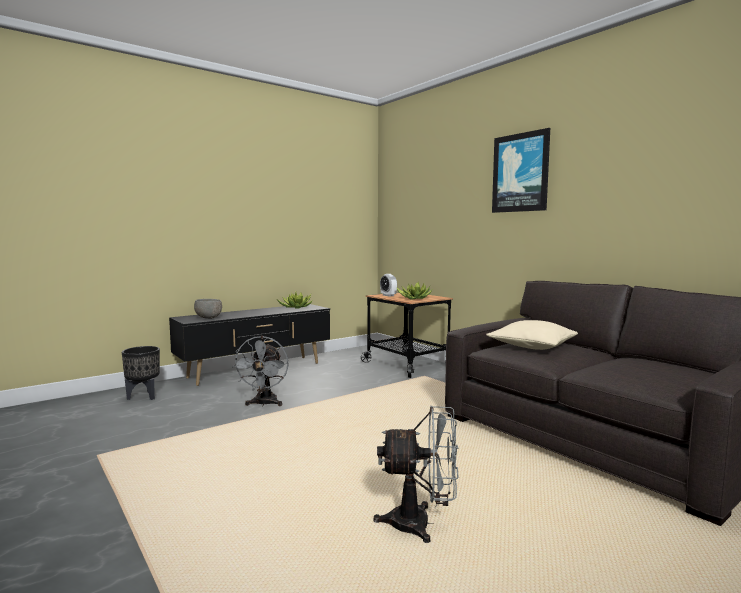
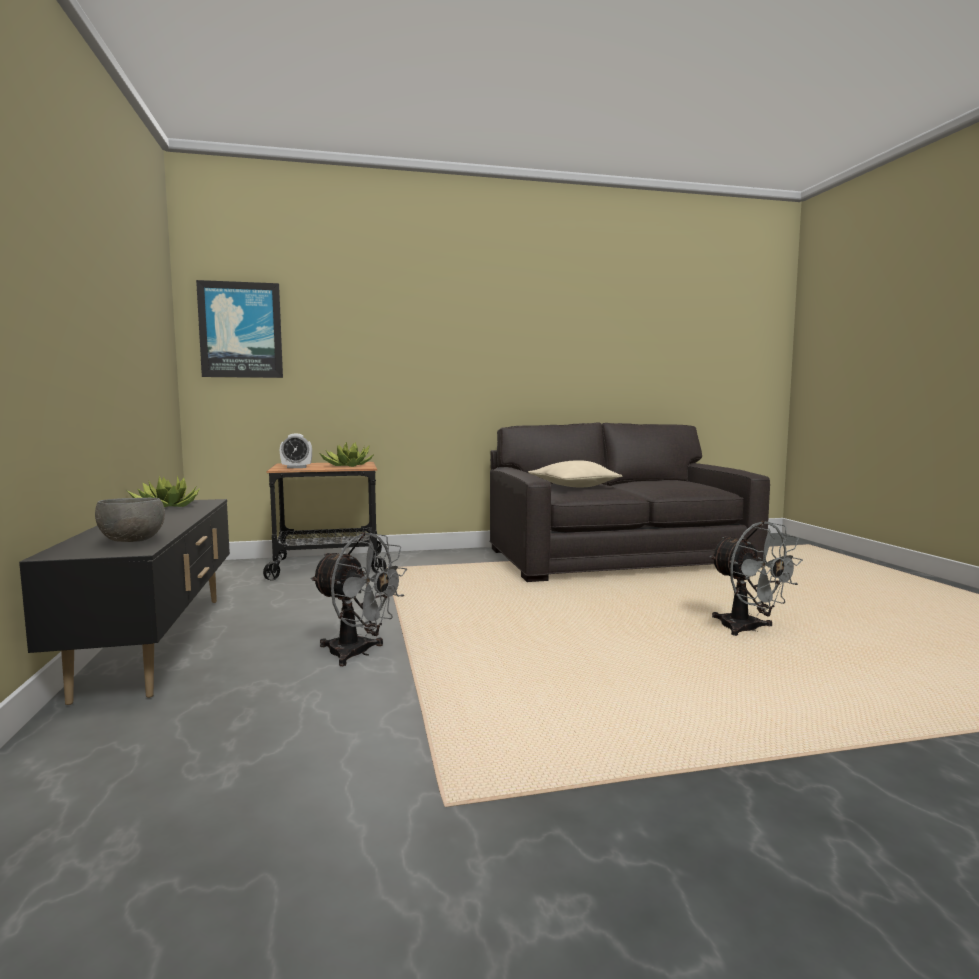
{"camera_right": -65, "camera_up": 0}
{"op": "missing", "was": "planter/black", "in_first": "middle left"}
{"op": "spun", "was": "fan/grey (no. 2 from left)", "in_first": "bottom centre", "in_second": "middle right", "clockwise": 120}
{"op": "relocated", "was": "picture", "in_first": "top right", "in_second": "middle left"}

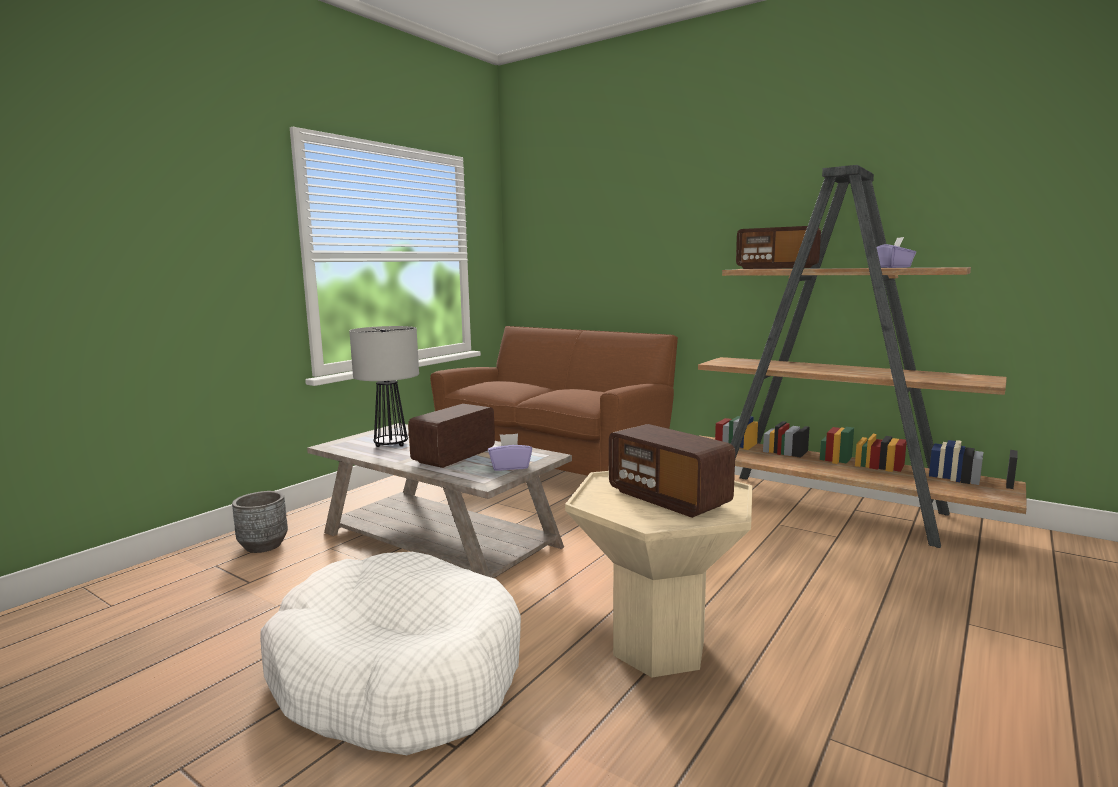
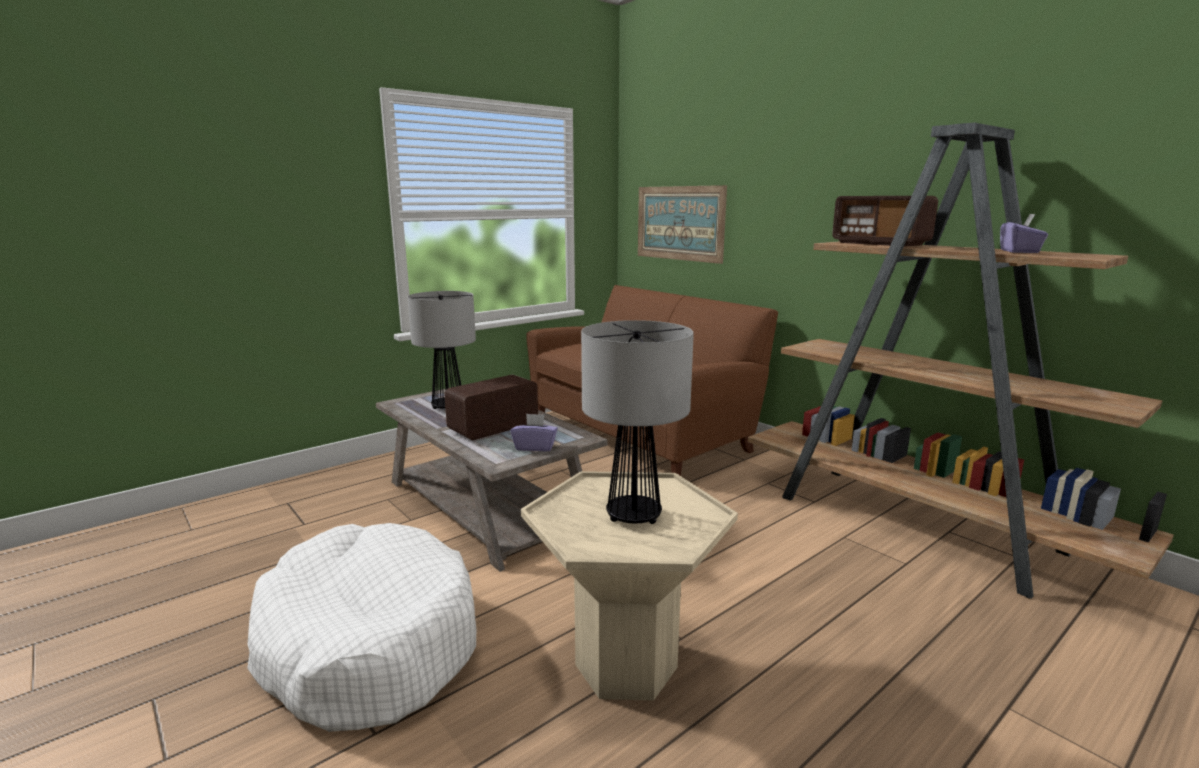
{"camera_right": 15, "camera_up": 5}
{"op": "missing", "was": "planter/grey", "in_first": "middle left"}
{"op": "exchanged", "was": "radio (no. 2 from left)", "now": "table lamp (no. 2 from left)", "in_first": "centre", "in_second": "centre"}
{"op": "appeared", "now": "picture", "in_second": "top centre"}

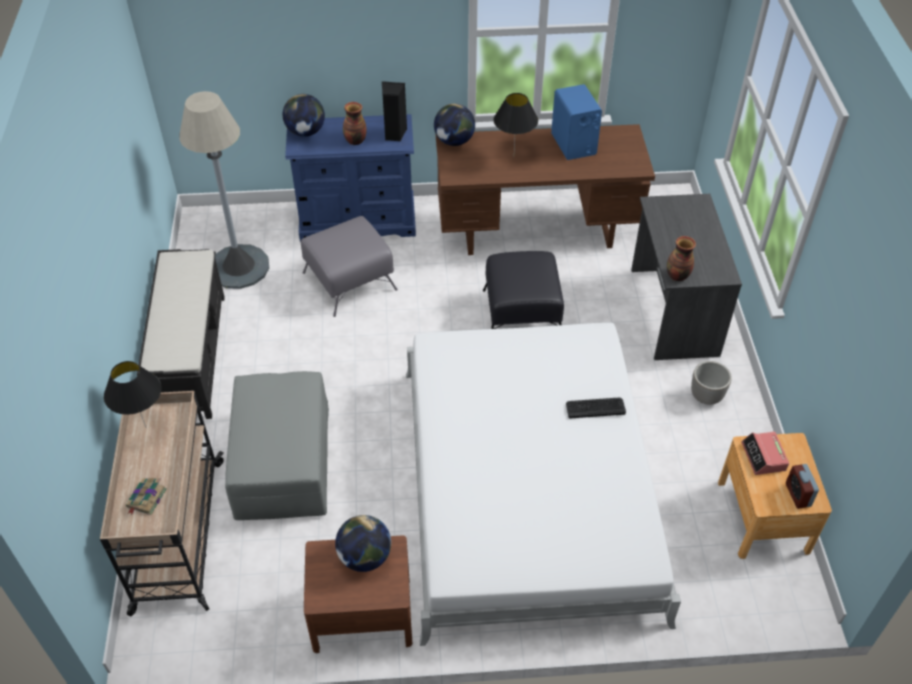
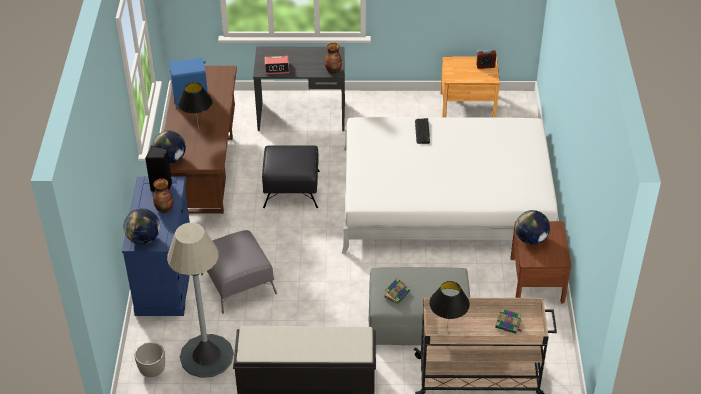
{"camera_right": -85, "camera_up": -5}
{"op": "relocated", "was": "planter", "in_first": "middle right", "in_second": "bottom left"}
{"op": "relocated", "was": "alarm clock (no. 1 from left)", "in_first": "middle right", "in_second": "top centre"}
{"op": "appeared", "now": "book (no. 1 from left)", "in_second": "bottom centre"}

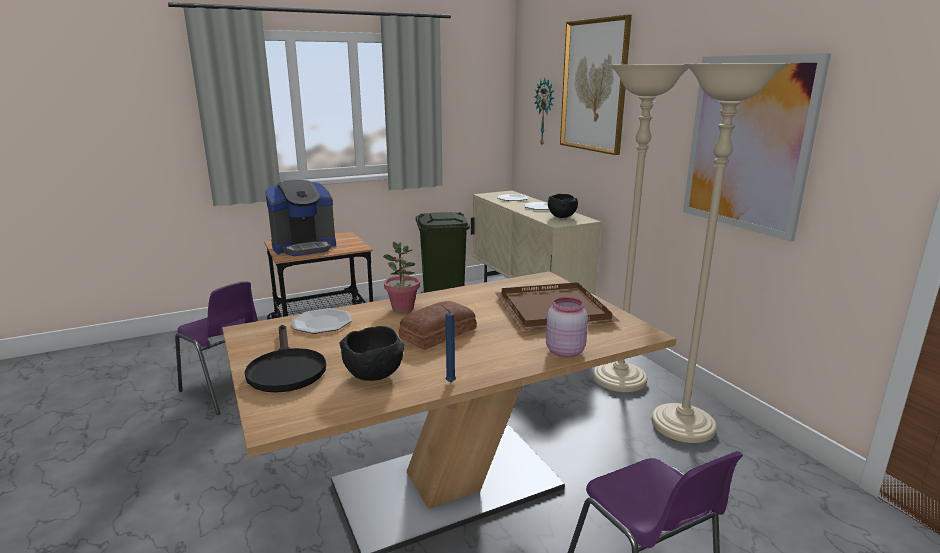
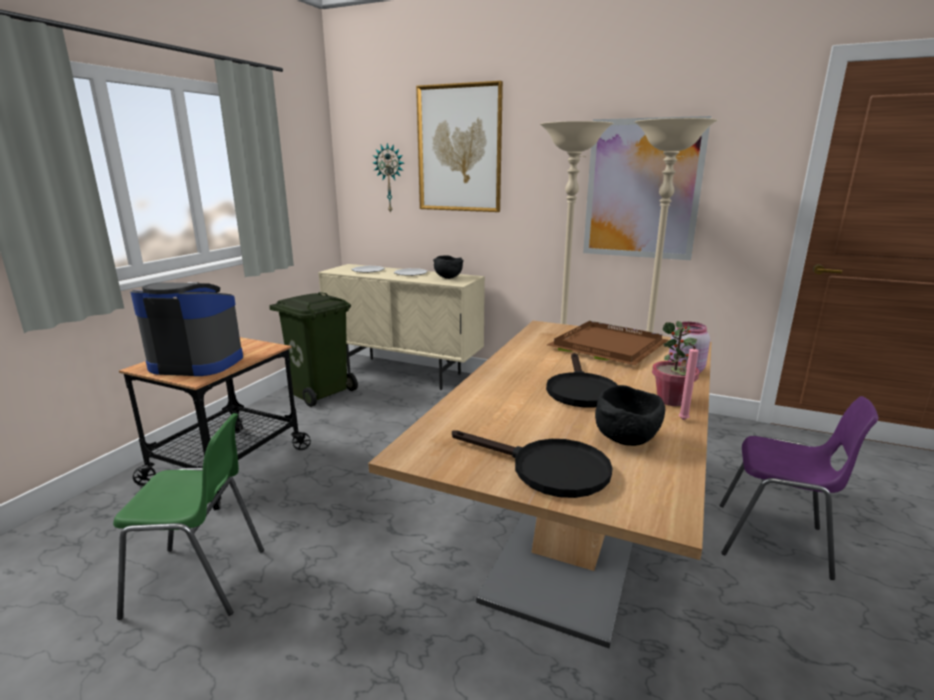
{"camera_right": -40, "camera_up": 0}
{"op": "colour", "was": "chair/purple (no. 1 from left)", "now": "chair/green", "in_first": "middle left", "in_second": "bottom left"}
{"op": "spun", "was": "coffee machine", "in_first": "middle left", "in_second": "middle left", "clockwise": -105}
{"op": "missing", "was": "plate (no. 1 from left)", "in_first": "centre"}
{"op": "relocated", "was": "potted plant", "in_first": "centre", "in_second": "middle right"}
{"op": "exchanged", "was": "bread", "now": "frying pan/black (no. 2 from left)", "in_first": "centre", "in_second": "centre"}
{"op": "colour", "was": "candle/blue", "now": "candle/pink", "in_first": "centre", "in_second": "middle right"}

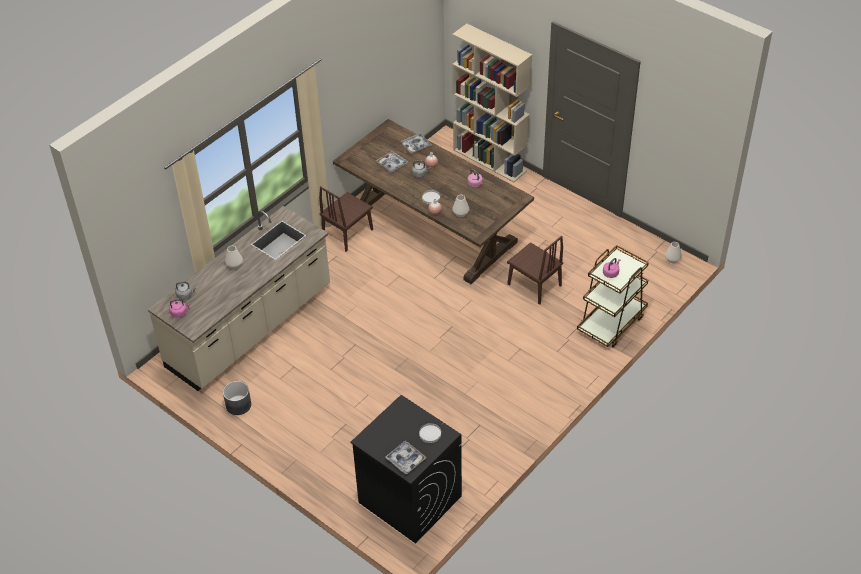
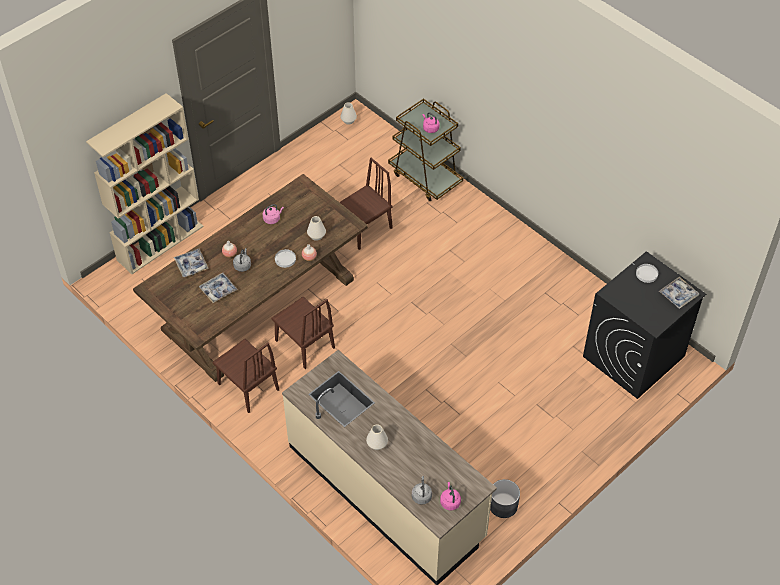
{"camera_right": -85, "camera_up": 5}
{"op": "appeared", "now": "chair/brown (no. 2 from left)", "in_second": "centre"}

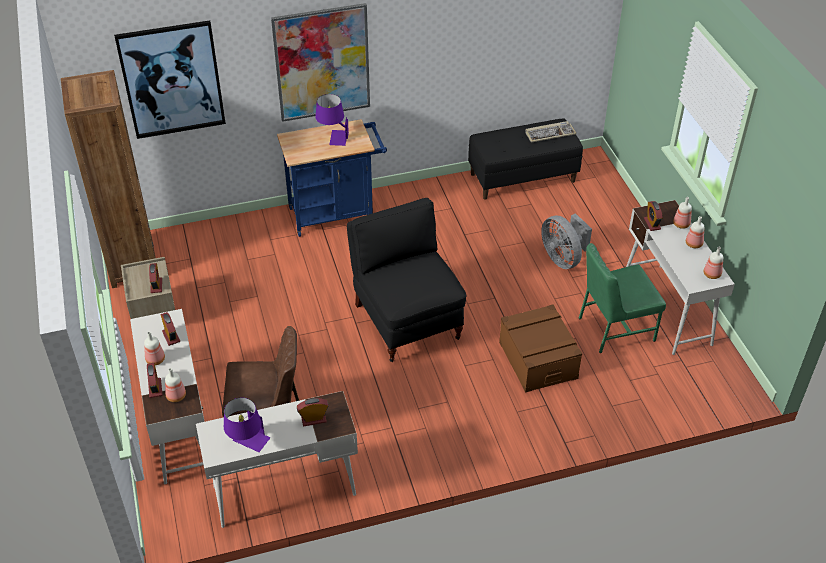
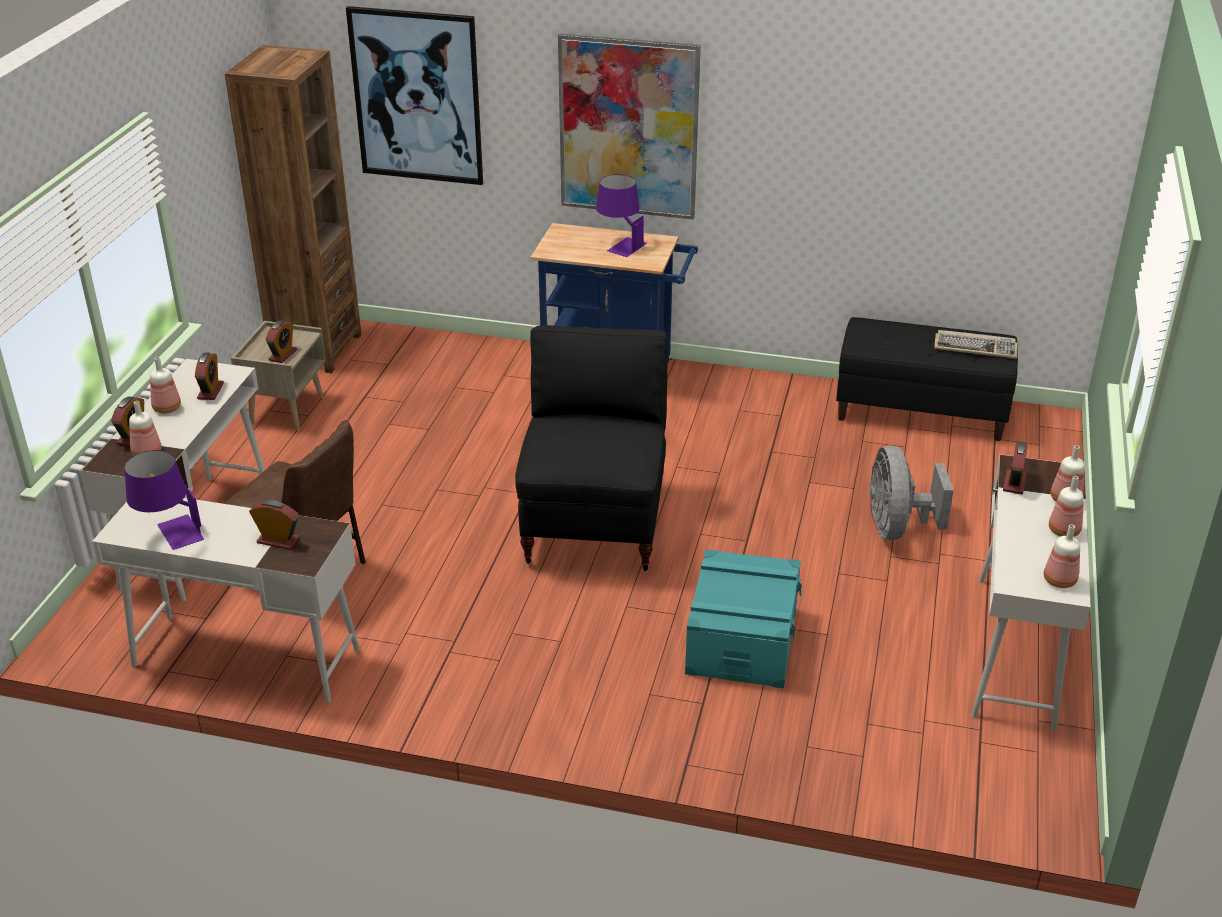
{"camera_right": 30, "camera_up": -10}
{"op": "colour", "was": "storage box/brown", "now": "storage box/turquoise", "in_first": "centre", "in_second": "bottom centre"}
{"op": "missing", "was": "chair/green", "in_first": "middle right"}

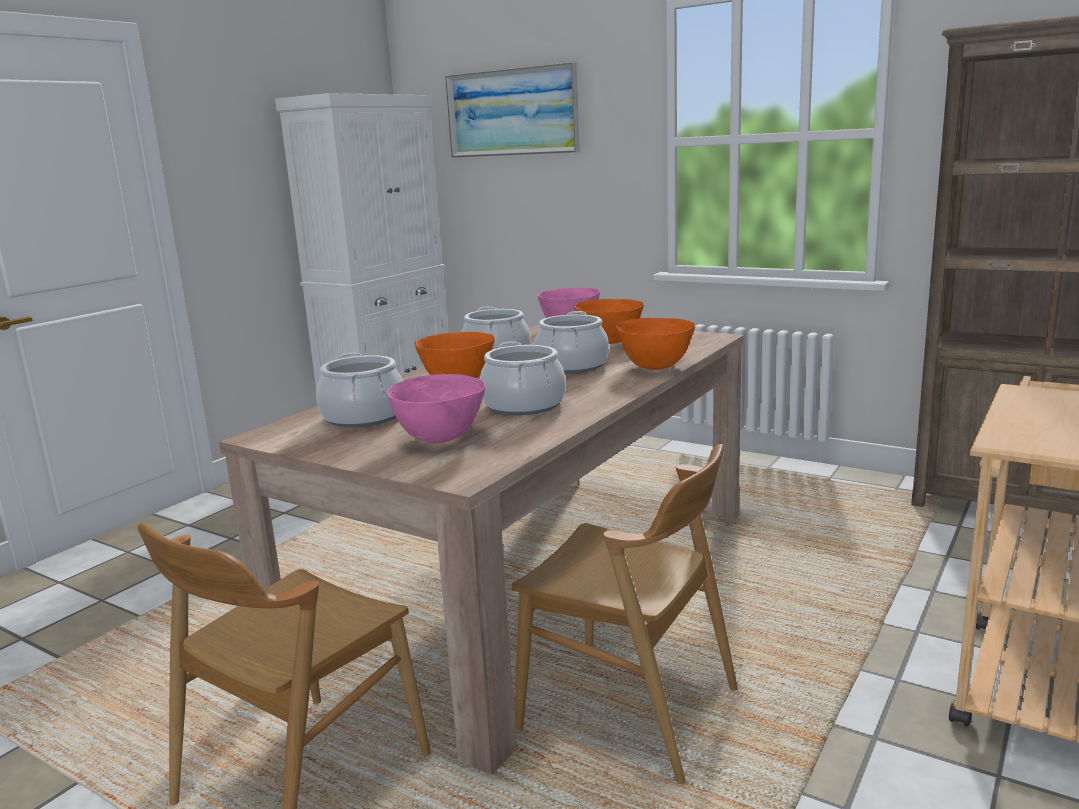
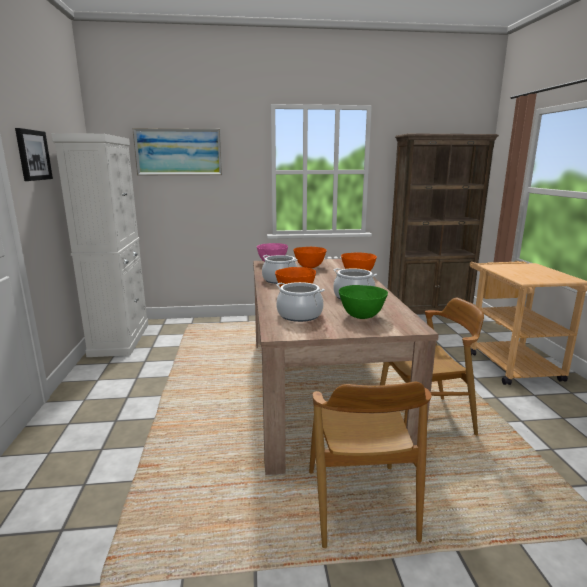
{"camera_right": -40, "camera_up": 0}
{"op": "colour", "was": "bowl/pink (no. 1 from left)", "now": "bowl/green", "in_first": "centre", "in_second": "centre"}
{"op": "missing", "was": "cooking pot (no. 4 from left)", "in_first": "centre"}
{"op": "appeared", "now": "picture (no. 1 from left)", "in_second": "top left"}

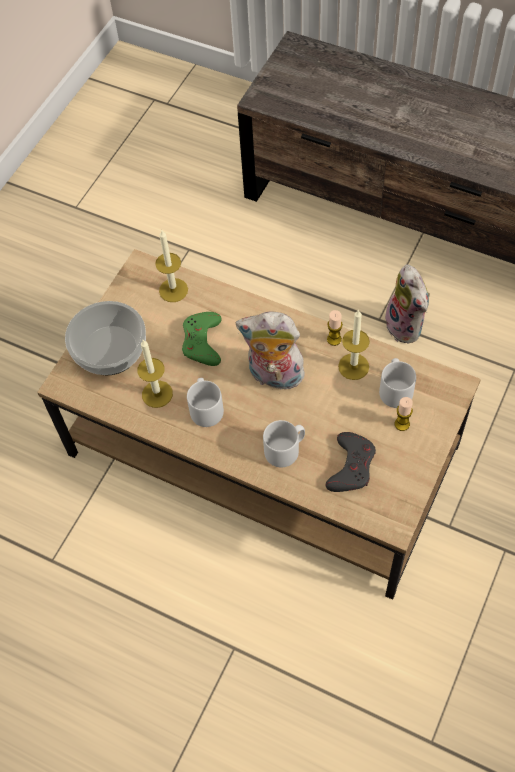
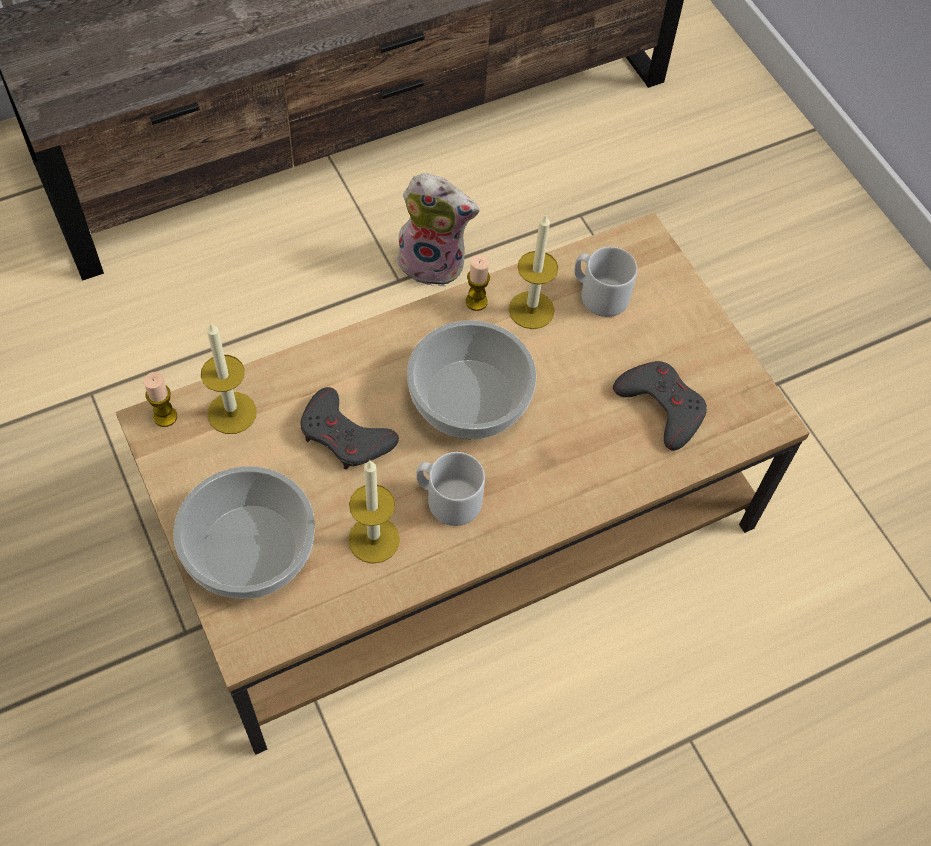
{"camera_right": -60, "camera_up": 0}
{"op": "colour", "was": "game controller/green", "now": "game controller/grey (no. 1 from left)", "in_first": "centre", "in_second": "centre"}
{"op": "exchanged", "was": "plush toy (no. 1 from left)", "now": "bowl (no. 2 from left)", "in_first": "centre", "in_second": "centre"}
{"op": "missing", "was": "mug/grey (no. 2 from left)", "in_first": "centre"}
{"op": "relocated", "was": "candle (no. 5 from left in the first image)", "now": "candle (no. 1 from left)", "in_first": "middle right", "in_second": "middle left"}

